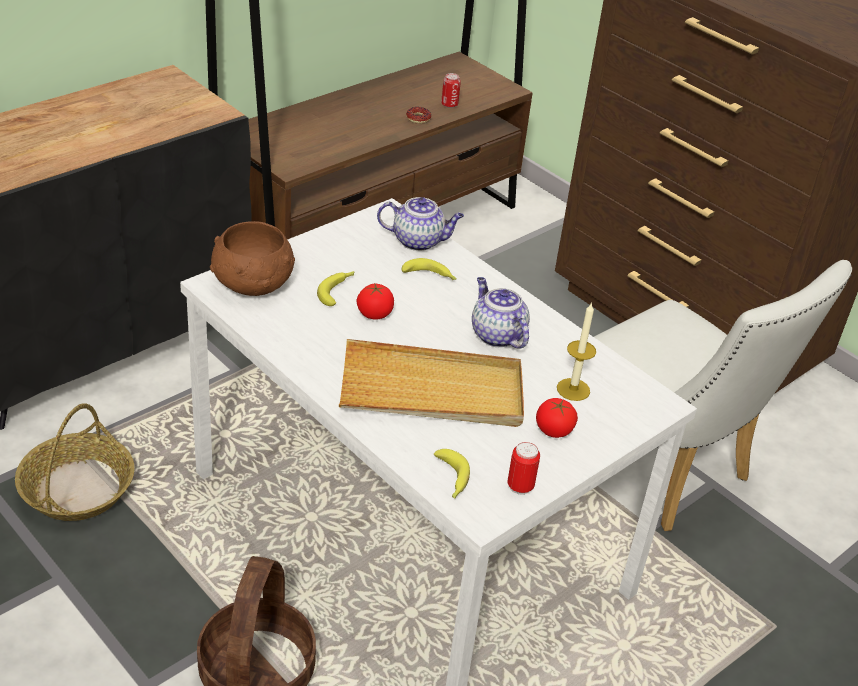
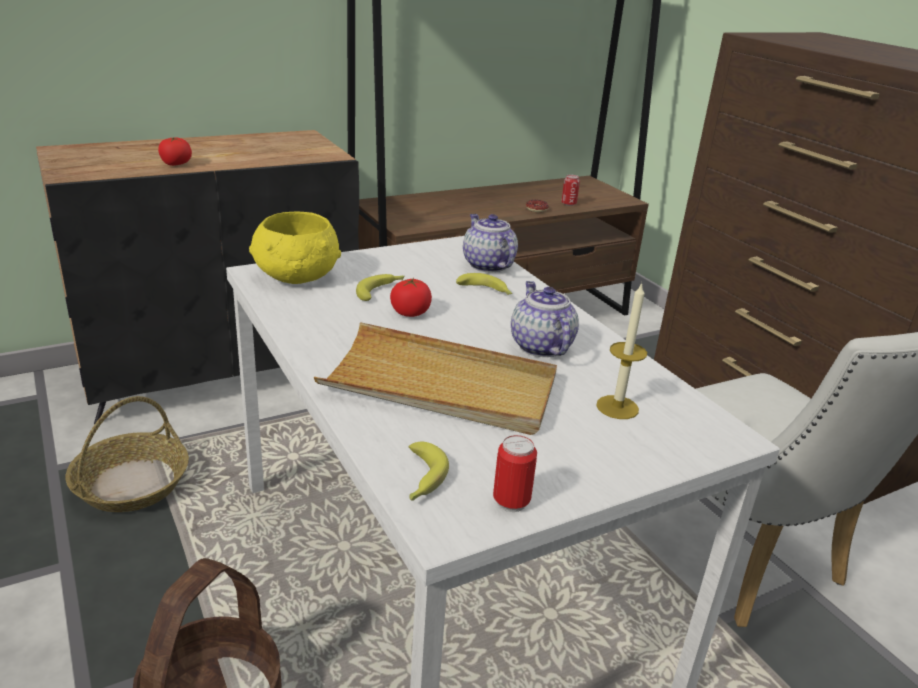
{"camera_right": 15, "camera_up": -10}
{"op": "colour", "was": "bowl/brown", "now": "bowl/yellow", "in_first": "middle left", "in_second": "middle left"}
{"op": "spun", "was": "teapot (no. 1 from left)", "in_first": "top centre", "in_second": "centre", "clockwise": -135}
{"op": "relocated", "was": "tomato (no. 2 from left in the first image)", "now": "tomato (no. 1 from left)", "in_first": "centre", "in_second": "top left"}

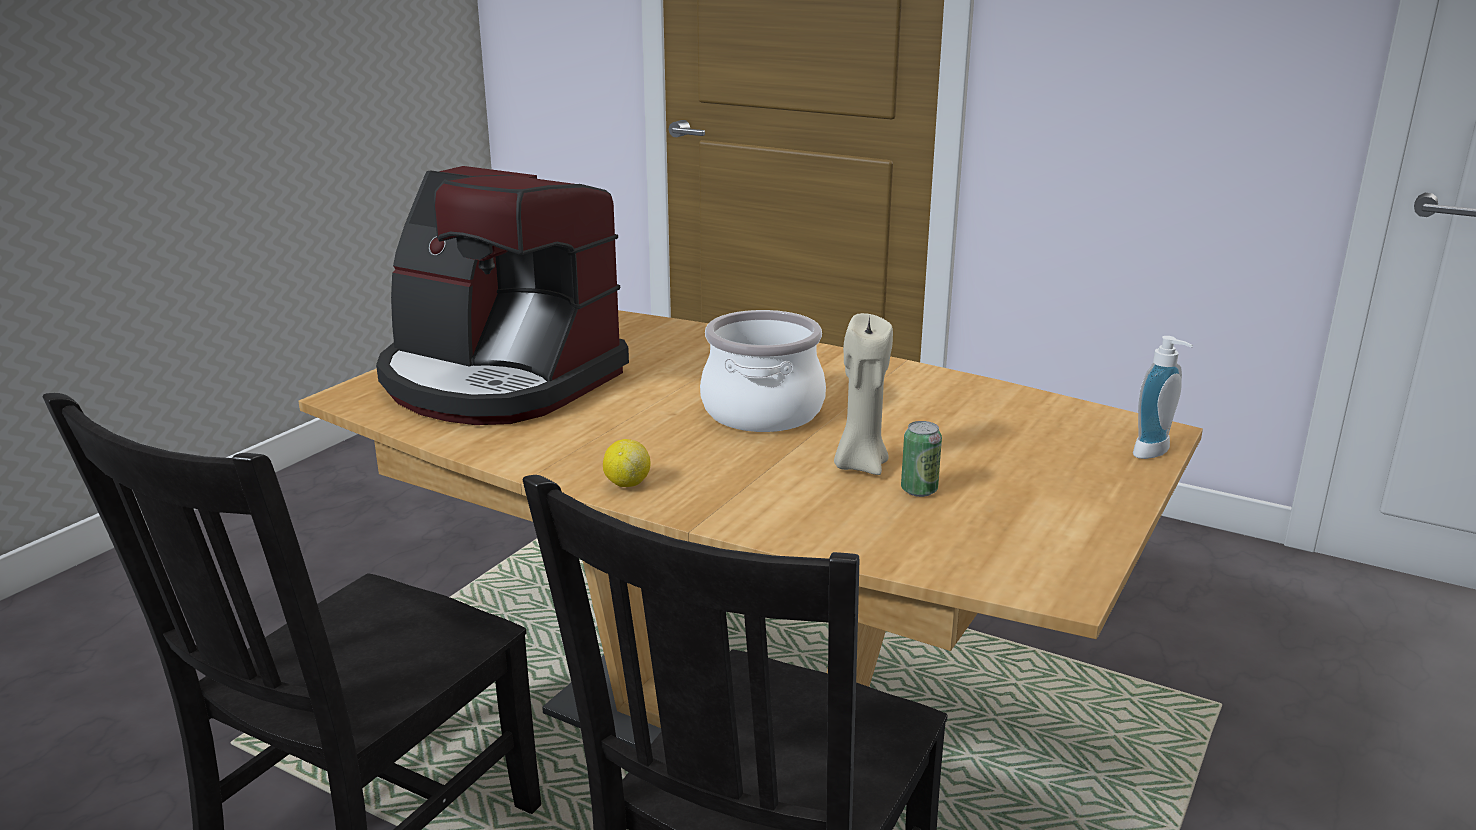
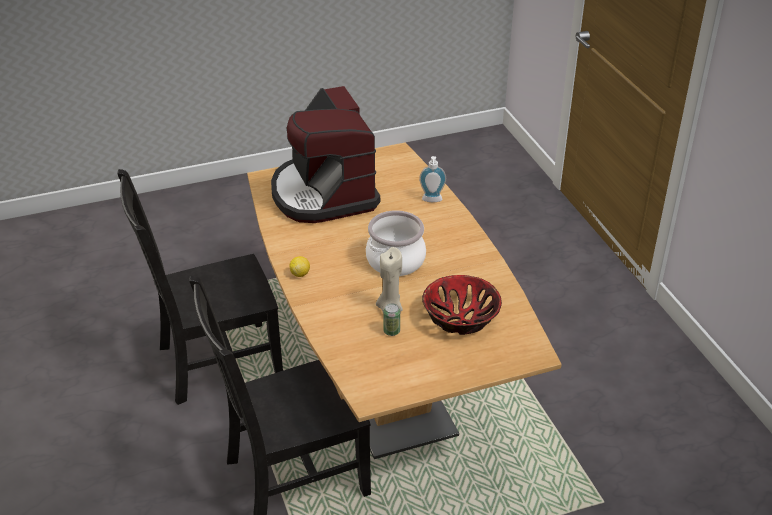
{"camera_right": 40, "camera_up": 15}
{"op": "relocated", "was": "soap dispenser", "in_first": "middle right", "in_second": "centre"}
{"op": "appeared", "now": "bowl", "in_second": "centre"}

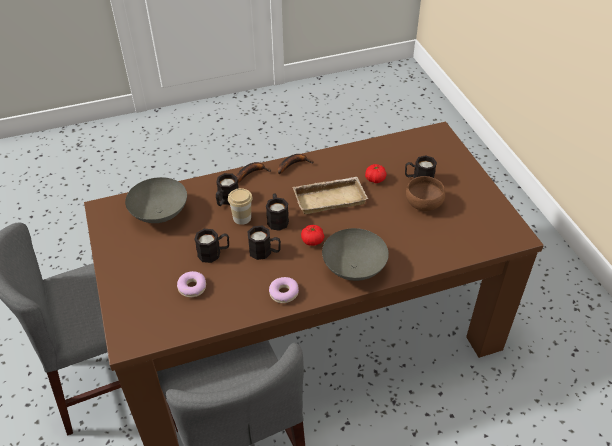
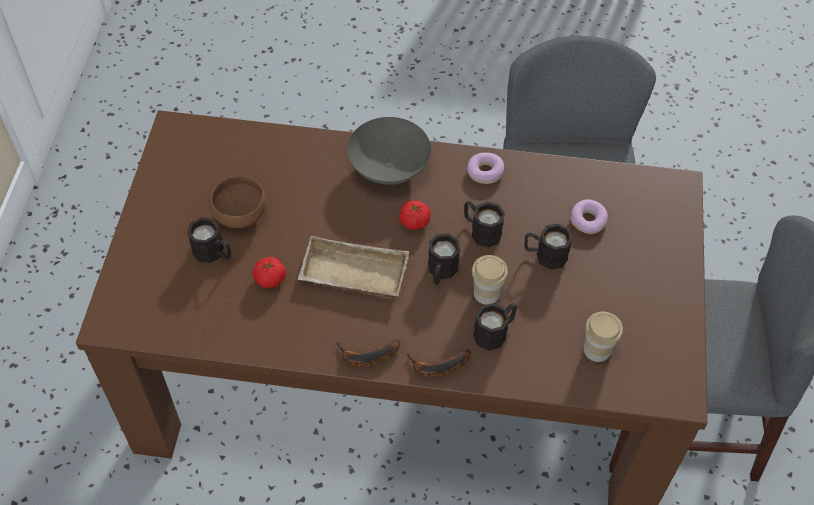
{"camera_right": -155, "camera_up": 10}
{"op": "exchanged", "was": "bowl/grey (no. 1 from left)", "now": "cup (no. 2 from left)", "in_first": "middle left", "in_second": "bottom right"}

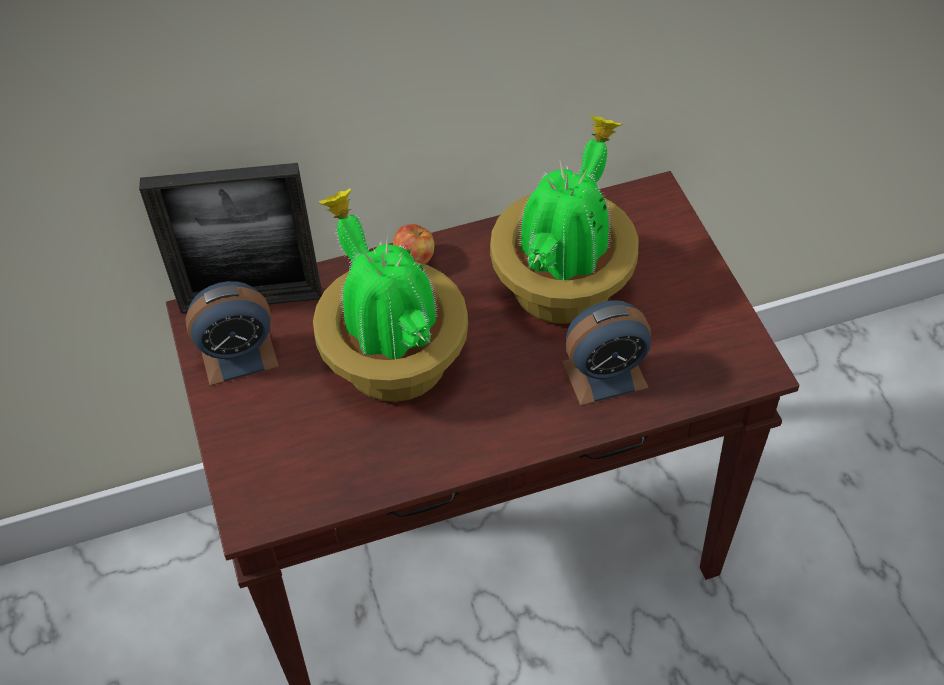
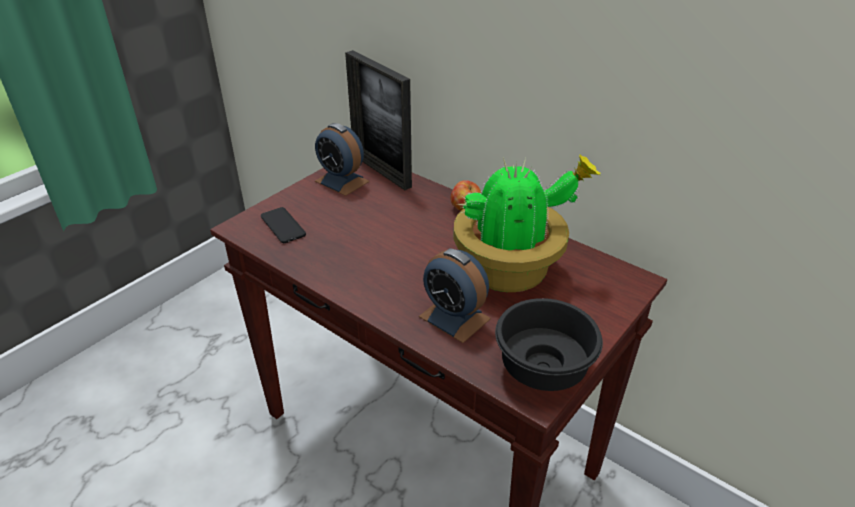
{"camera_right": 55, "camera_up": -15}
{"op": "missing", "was": "potted plant (no. 1 from left)", "in_first": "centre"}
{"op": "appeared", "now": "phone", "in_second": "middle left"}
{"op": "appeared", "now": "bowl/black", "in_second": "bottom centre"}

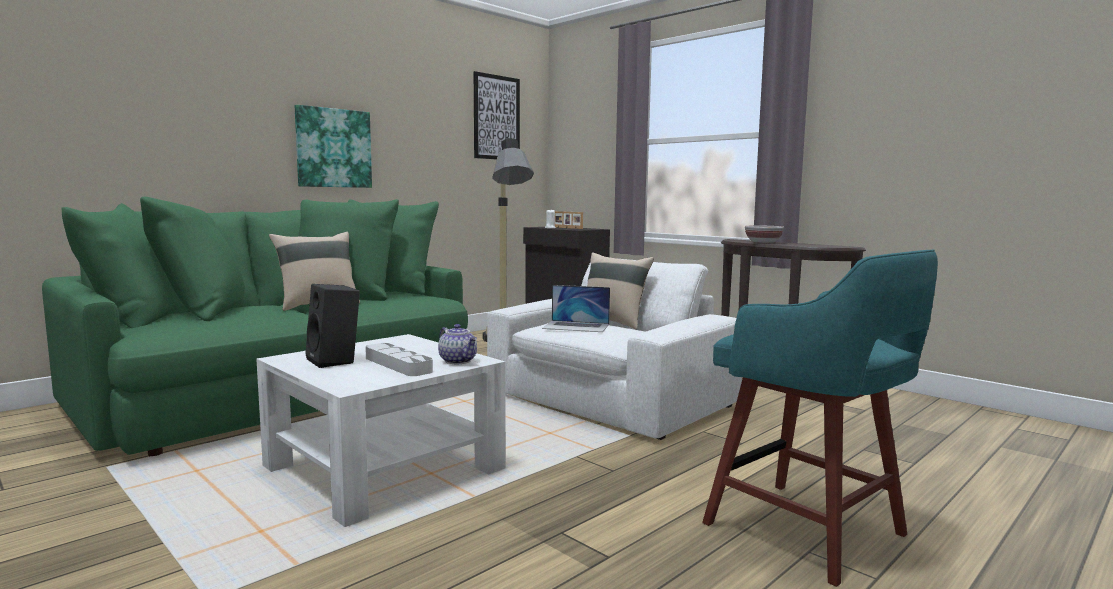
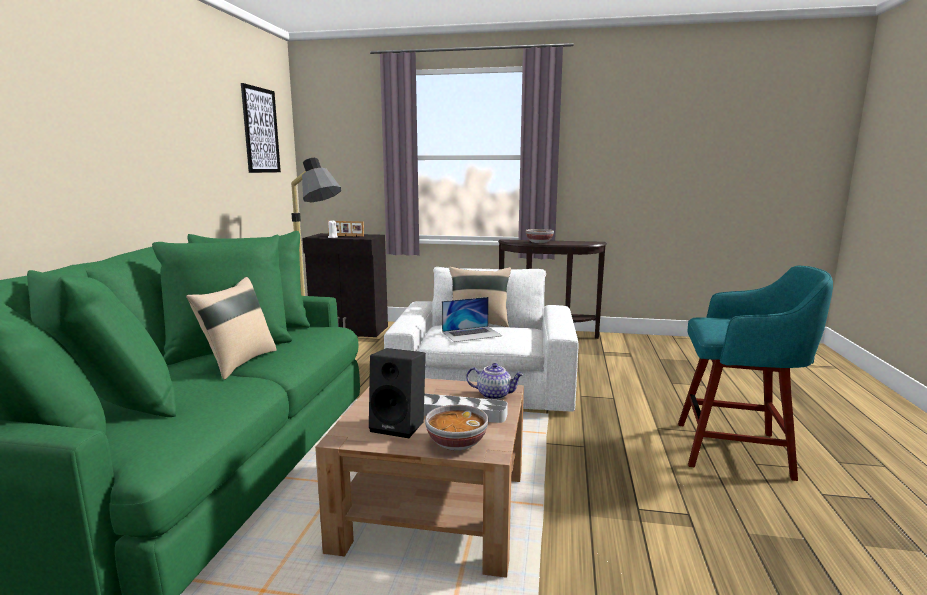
{"camera_right": -35, "camera_up": 5}
{"op": "colour", "was": "coffee table/white", "now": "coffee table/brown", "in_first": "bottom centre", "in_second": "bottom centre"}
{"op": "missing", "was": "picture (no. 1 from left)", "in_first": "top left"}
{"op": "appeared", "now": "bowl (no. 1 from left)", "in_second": "bottom centre"}

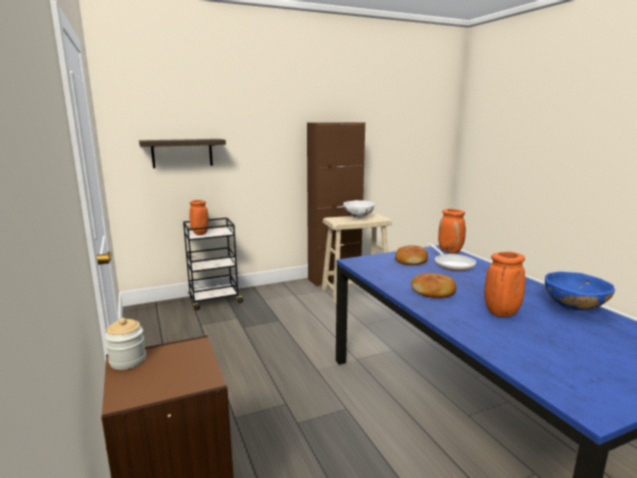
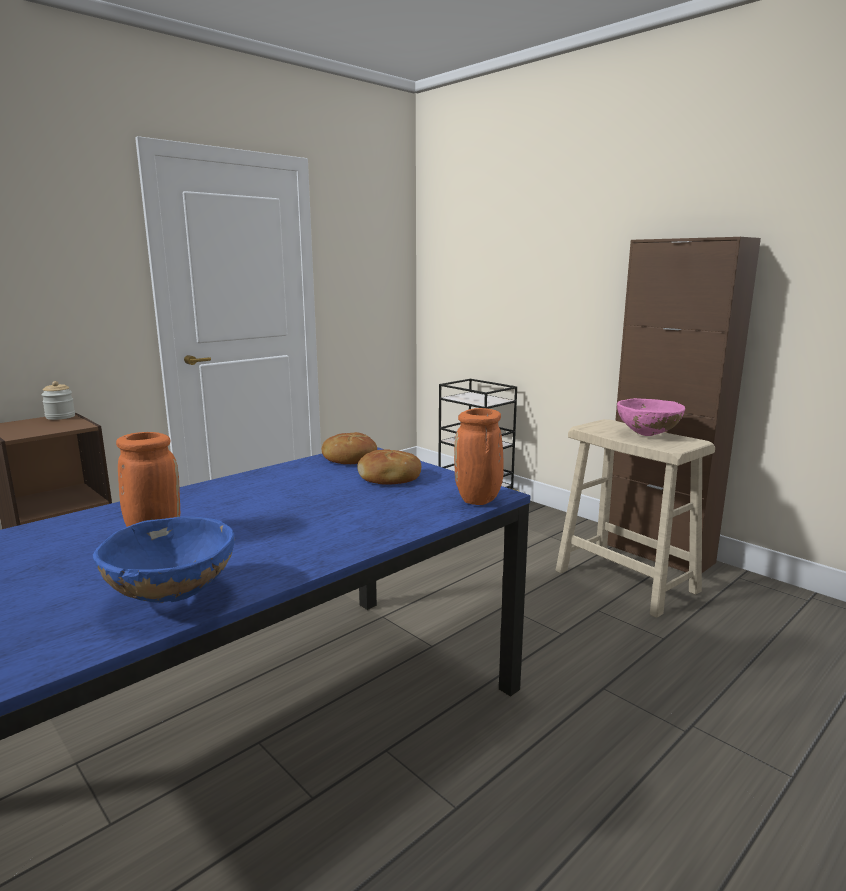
{"camera_right": 70, "camera_up": 0}
{"op": "missing", "was": "shelf", "in_first": "top left"}
{"op": "missing", "was": "vase/orange (no. 1 from left)", "in_first": "middle left"}
{"op": "colour", "was": "bowl/white", "now": "bowl/pink", "in_first": "centre", "in_second": "middle right"}
{"op": "relocated", "was": "bread (no. 2 from left in the first image)", "now": "bread (no. 1 from left)", "in_first": "middle right", "in_second": "centre"}
{"op": "missing", "was": "frying pan", "in_first": "middle right"}

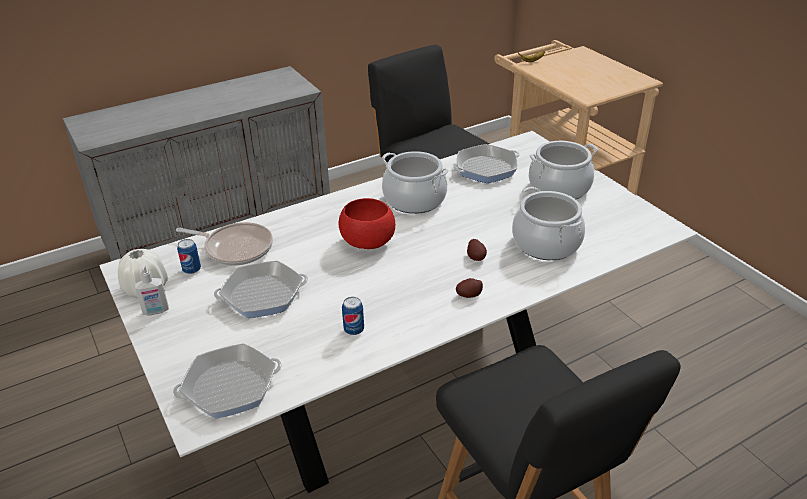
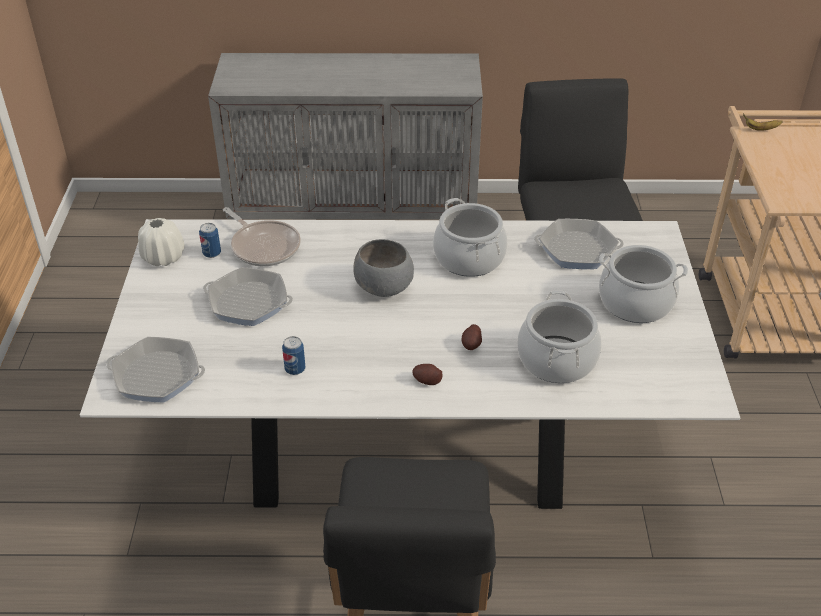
{"camera_right": 30, "camera_up": 5}
{"op": "missing", "was": "soap dispenser", "in_first": "middle left"}
{"op": "colour", "was": "bowl/red", "now": "bowl/grey", "in_first": "centre", "in_second": "centre"}

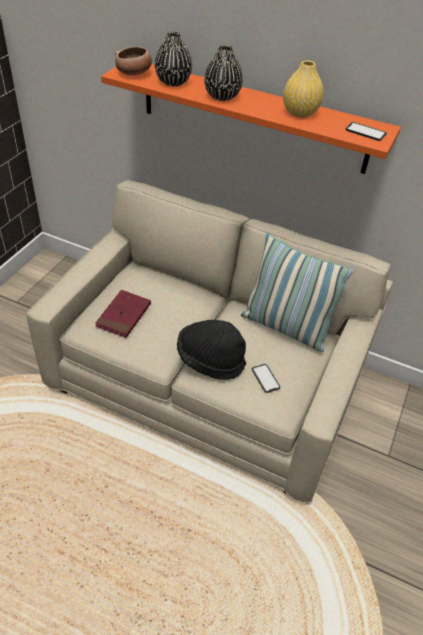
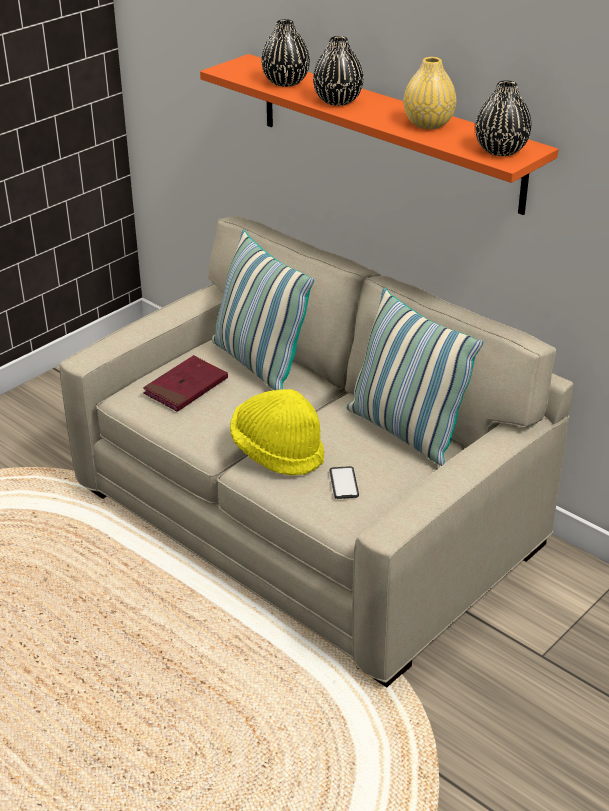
{"camera_right": 20, "camera_up": -10}
{"op": "missing", "was": "bowl", "in_first": "top left"}
{"op": "colour", "was": "hat/black", "now": "hat/yellow", "in_first": "centre", "in_second": "centre"}
{"op": "exchanged", "was": "phone (no. 2 from left)", "now": "vase/black (no. 3 from left)", "in_first": "top right", "in_second": "top right"}
{"op": "appeared", "now": "pillow (no. 1 from left)", "in_second": "centre"}

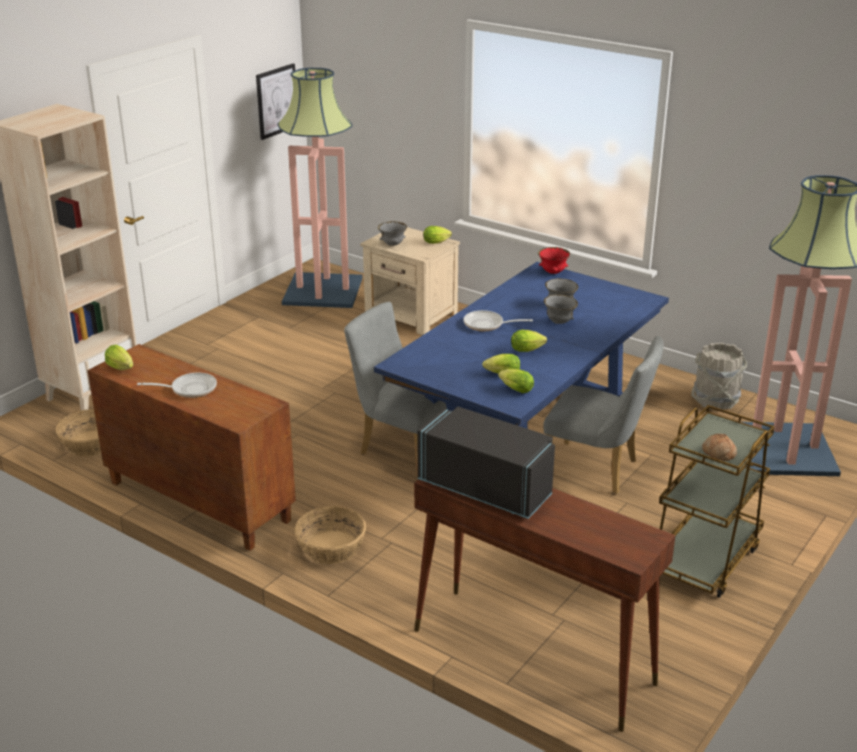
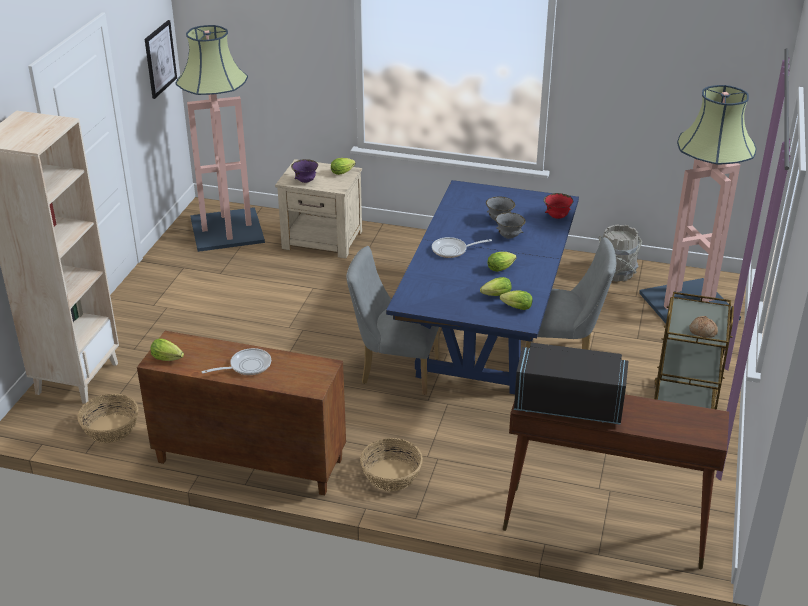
{"camera_right": -20, "camera_up": 5}
{"op": "colour", "was": "bowl/grey (no. 1 from left)", "now": "bowl/purple", "in_first": "top centre", "in_second": "top centre"}
{"op": "relocated", "was": "bowl/red", "in_first": "centre", "in_second": "middle right"}

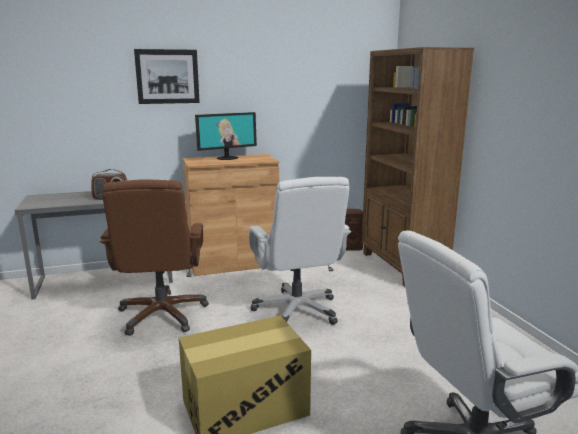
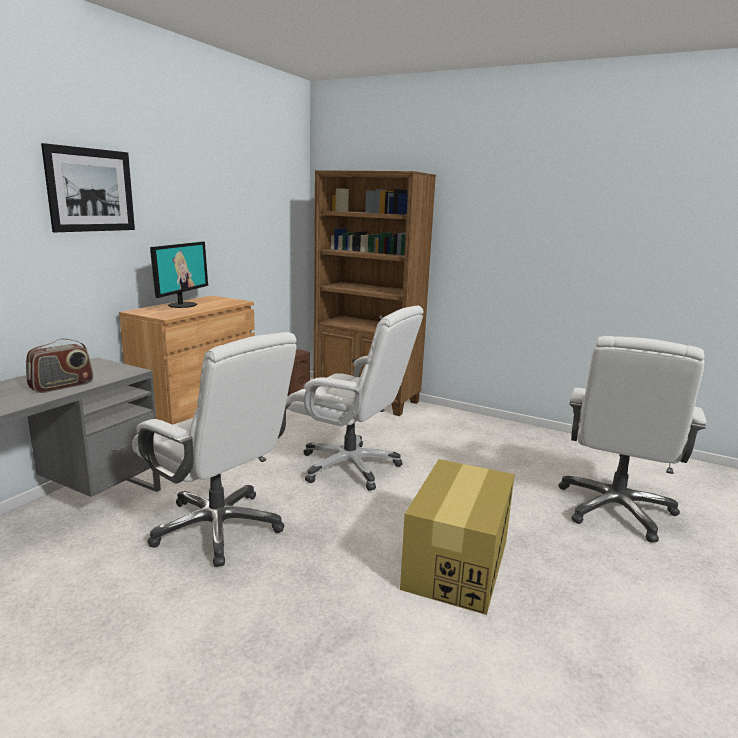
{"camera_right": -45, "camera_up": 0}
{"op": "colour", "was": "office chair/brown", "now": "office chair/white (no. 1 from left)", "in_first": "middle left", "in_second": "middle left"}

